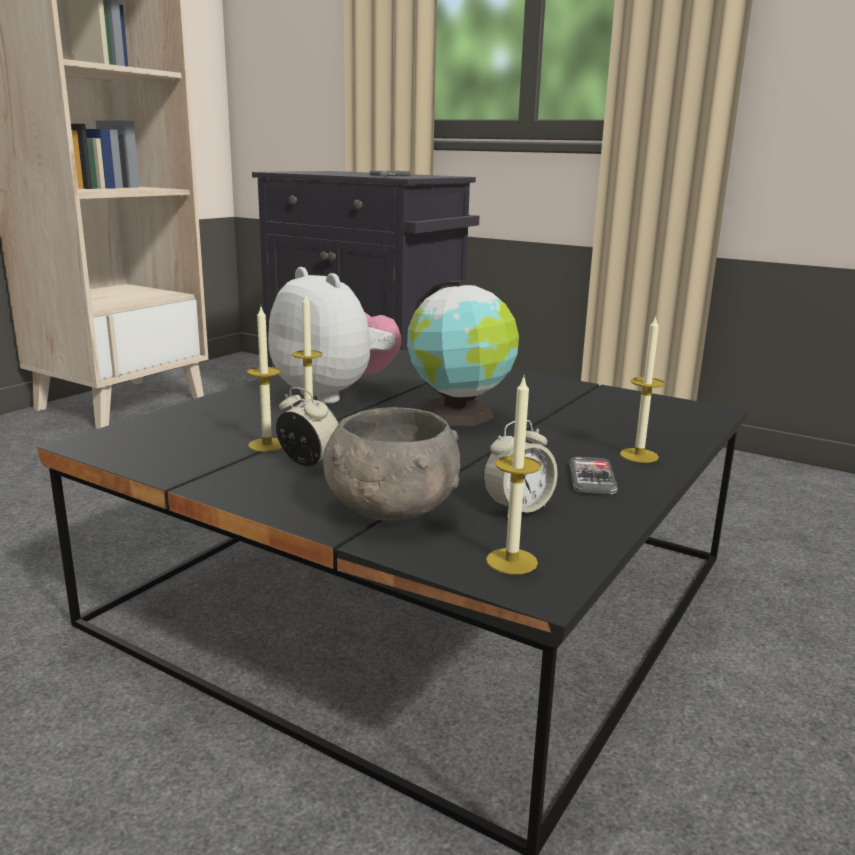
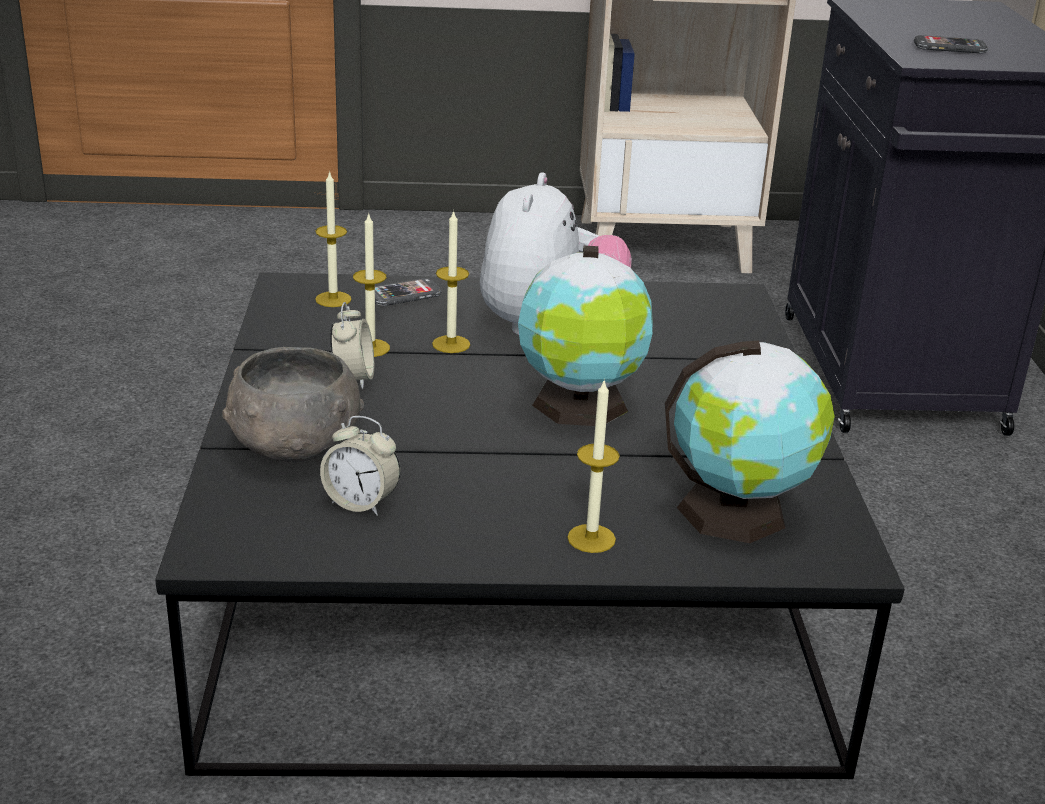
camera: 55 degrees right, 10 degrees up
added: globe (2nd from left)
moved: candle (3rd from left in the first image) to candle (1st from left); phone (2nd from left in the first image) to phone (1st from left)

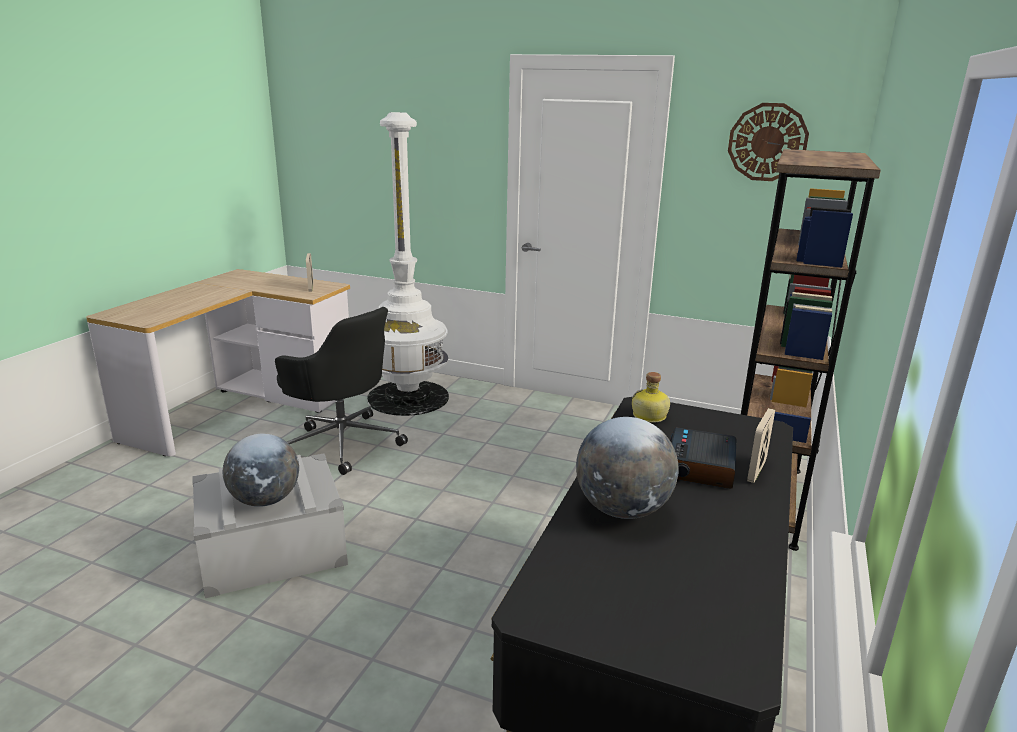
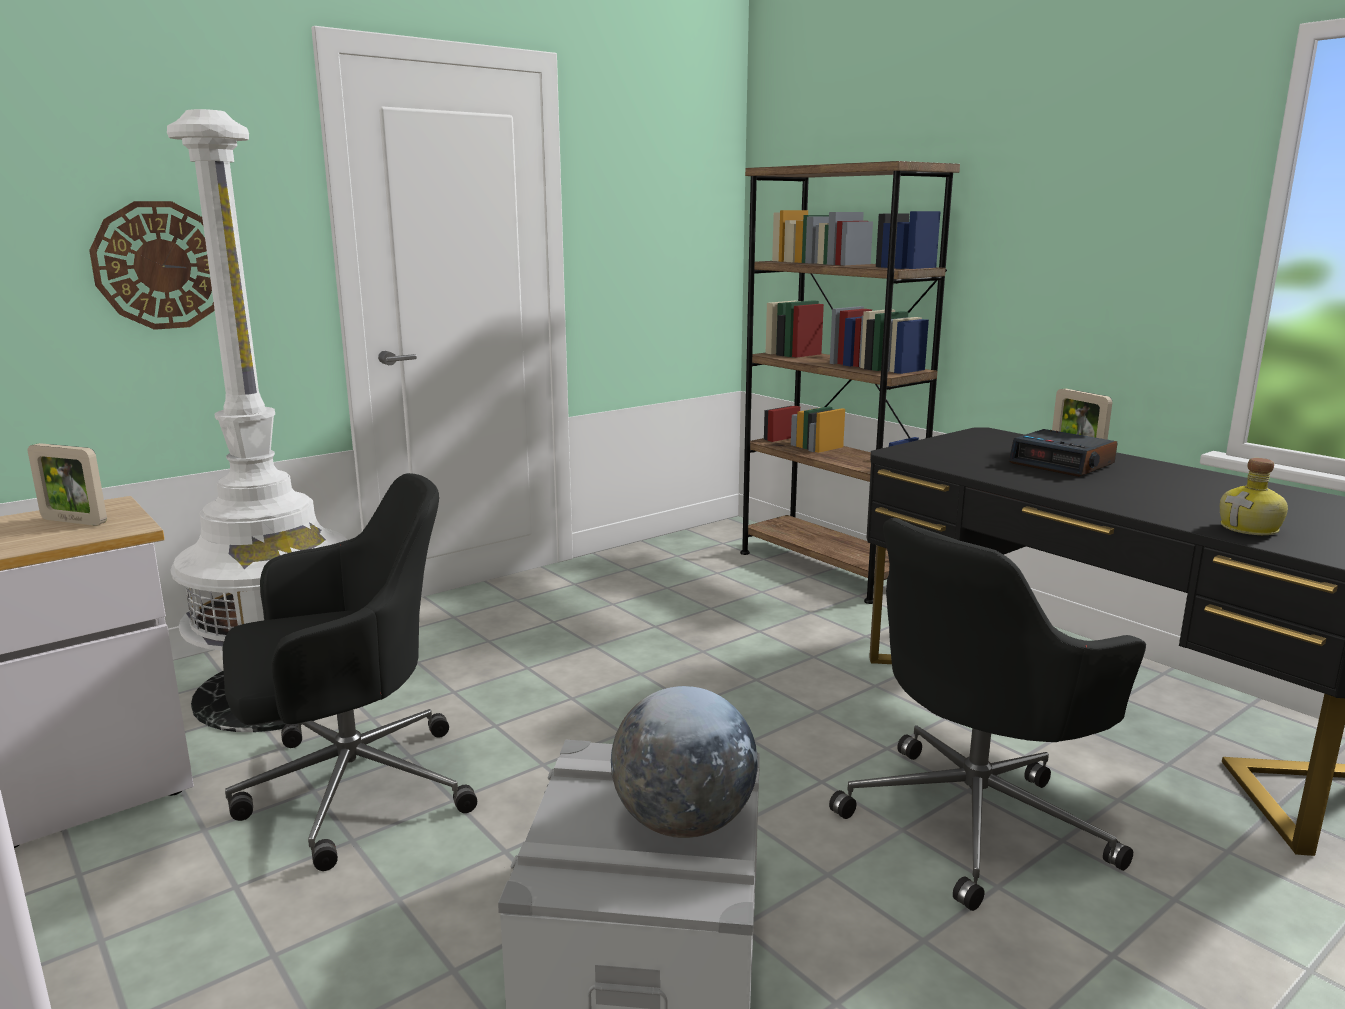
camera: 60 degrees left, 5 degrees down
removed: globe (2nd from left)
added: black office chair (2nd from left)
moved: bottle; wall clock

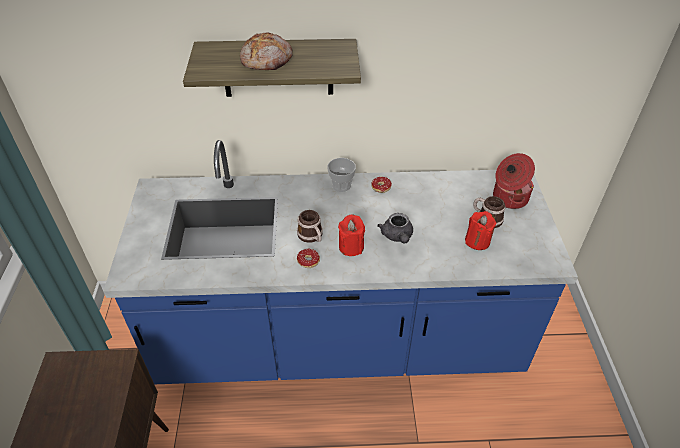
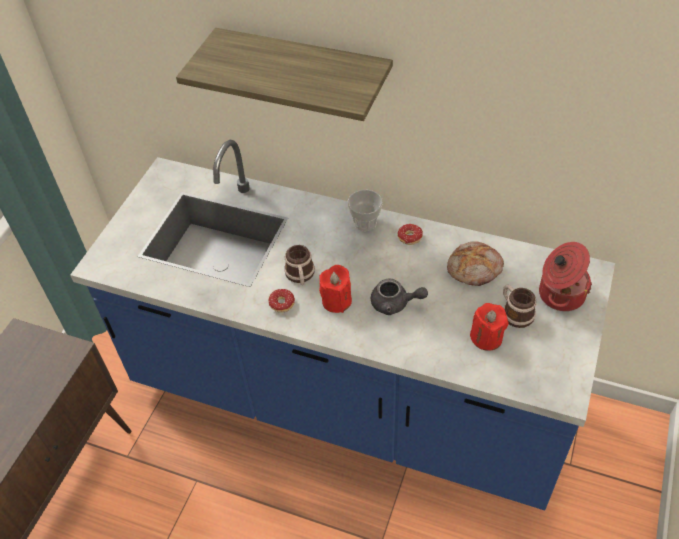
camera: 25 degrees right, 5 degrees up
moved: bread
turned: grey teapot 90 degrees counterclockwise

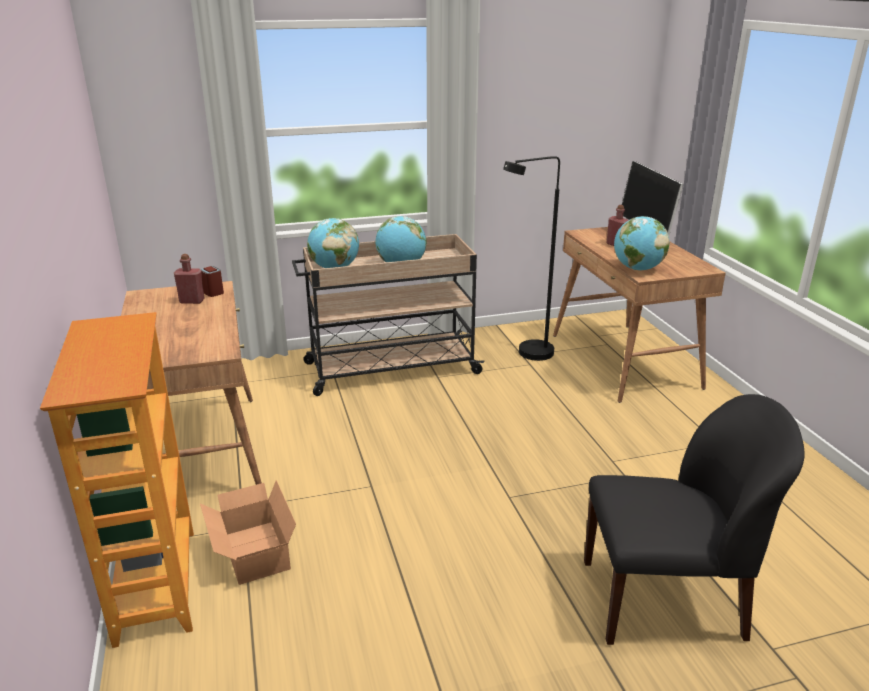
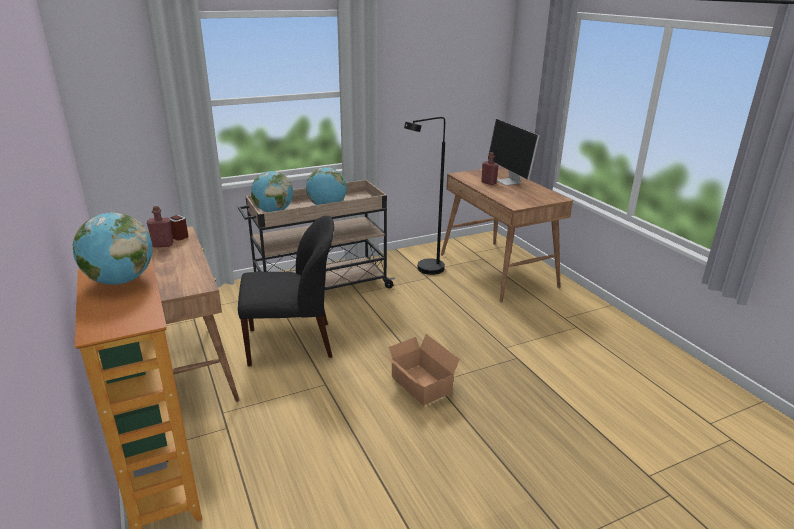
camera: 10 degrees left, 0 degrees up
moved: cardboard box; black chair; globe (3rd from left in the first image) to globe (1st from left)

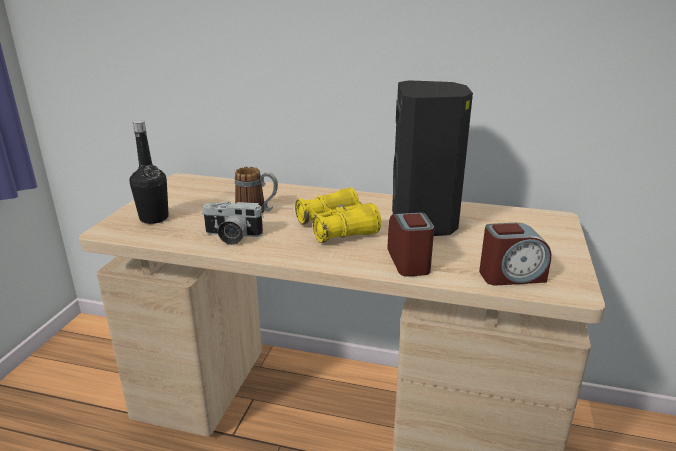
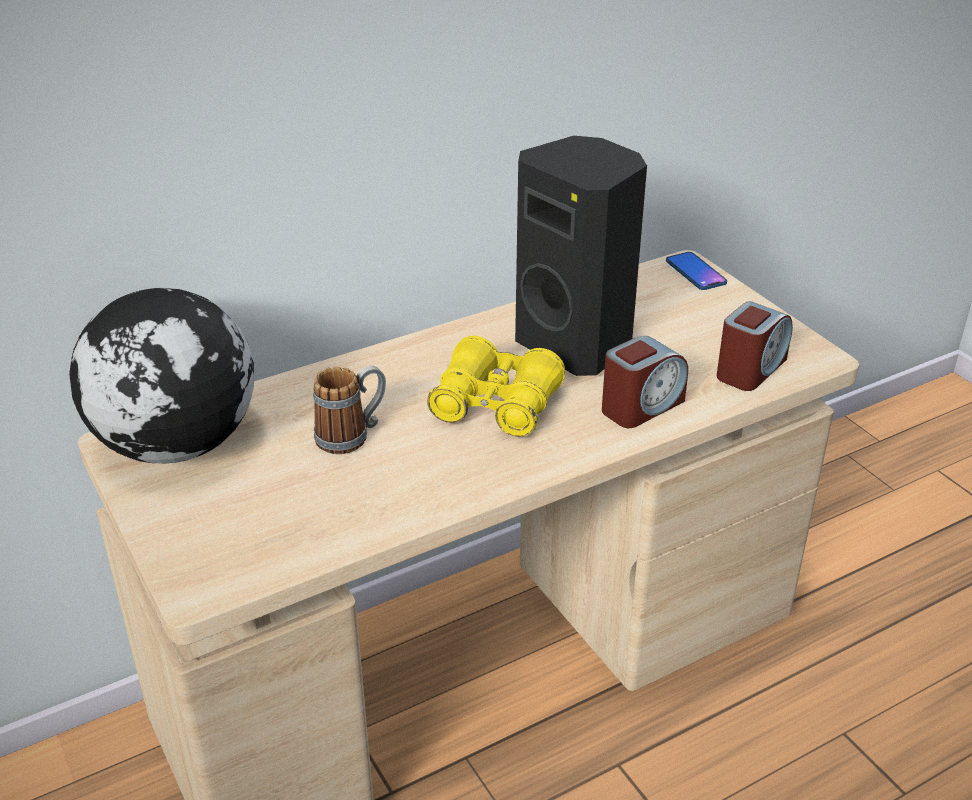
camera: 45 degrees left, 10 degrees up
removed: black bottle; photo camera
added: globe; phone
turned: alarm clock (1st from left) 105 degrees clockwise

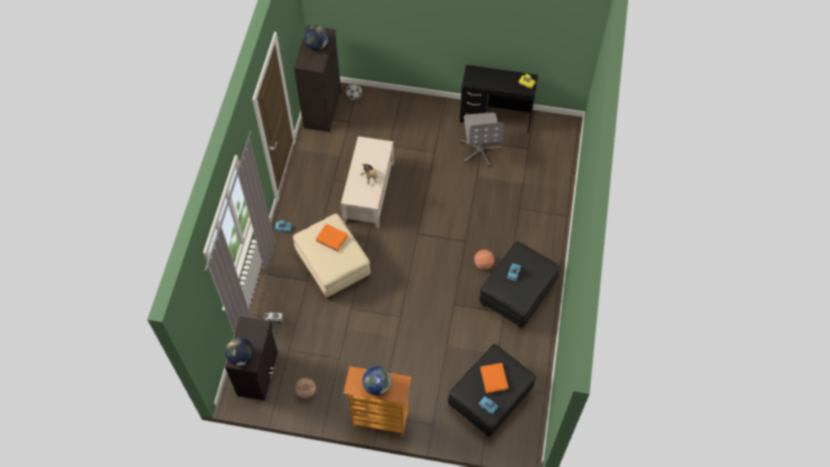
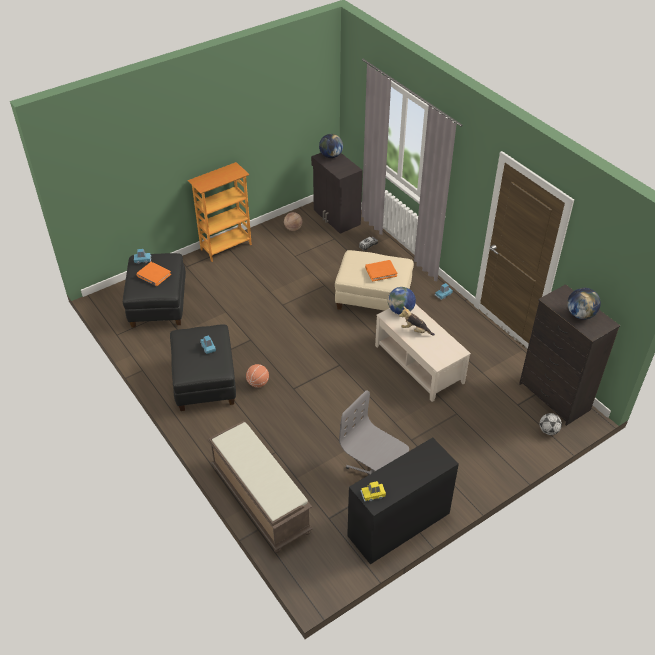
camera: 135 degrees right, 15 degrees down
added: brown bench
moved: globe (3rd from left in the first image) to globe (2nd from left)

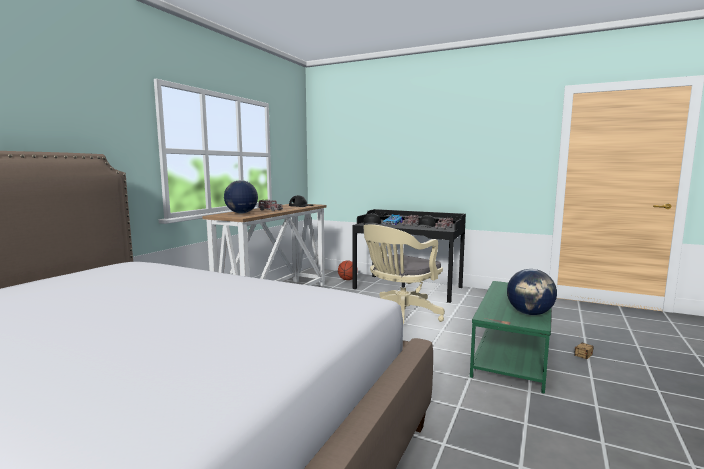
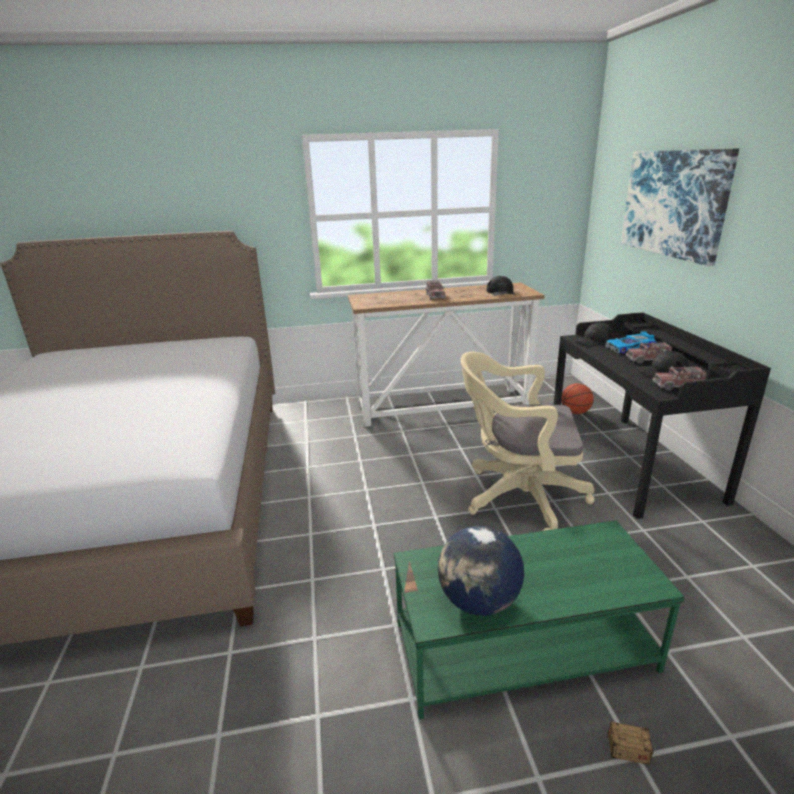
camera: 55 degrees right, 15 degrees up
removed: globe (1st from left)
added: picture

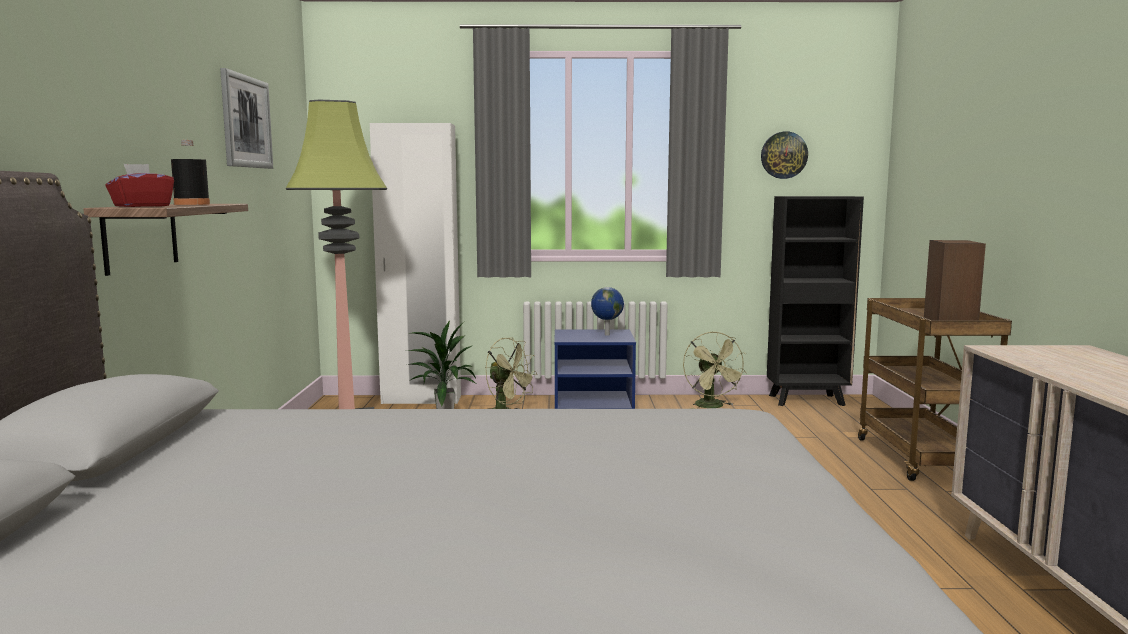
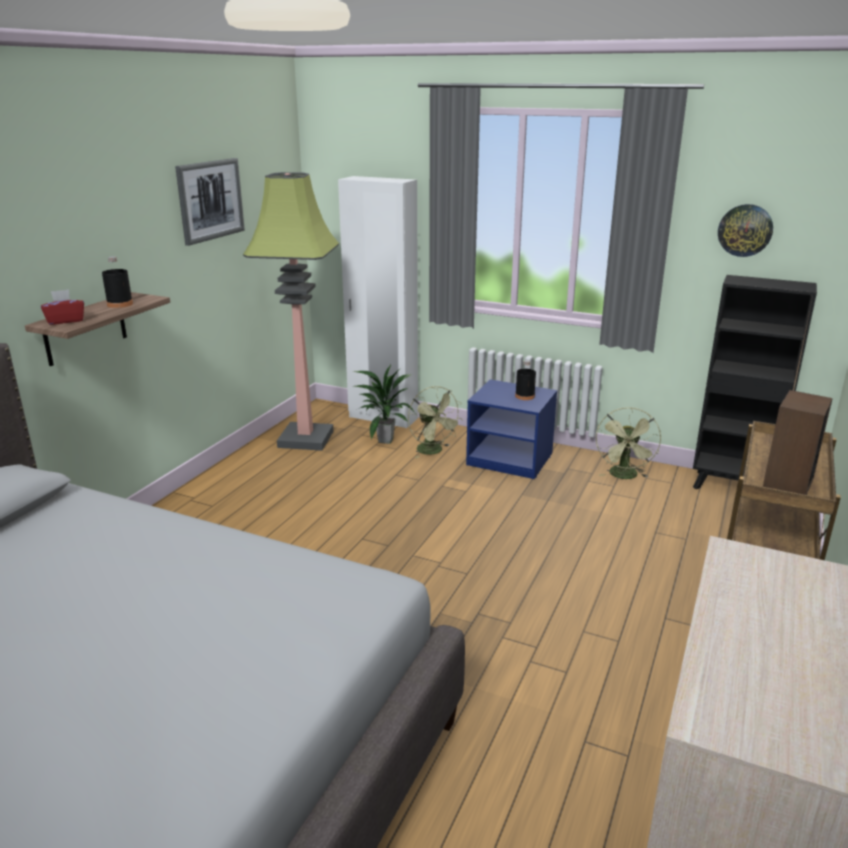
camera: 25 degrees right, 15 degrees up
replaced: globe to black bottle (2nd from left)

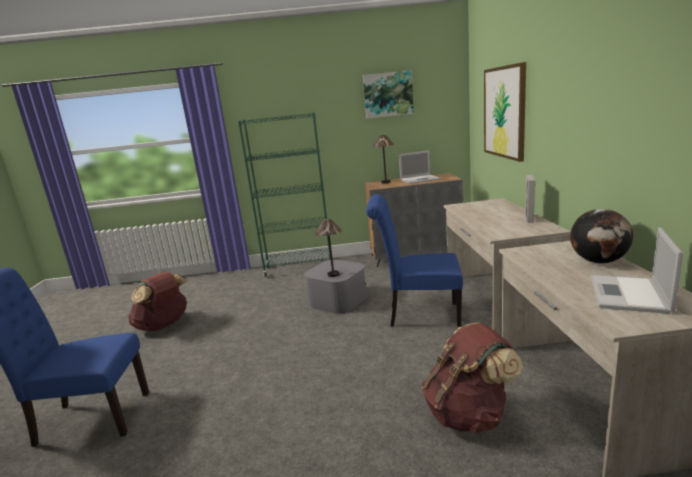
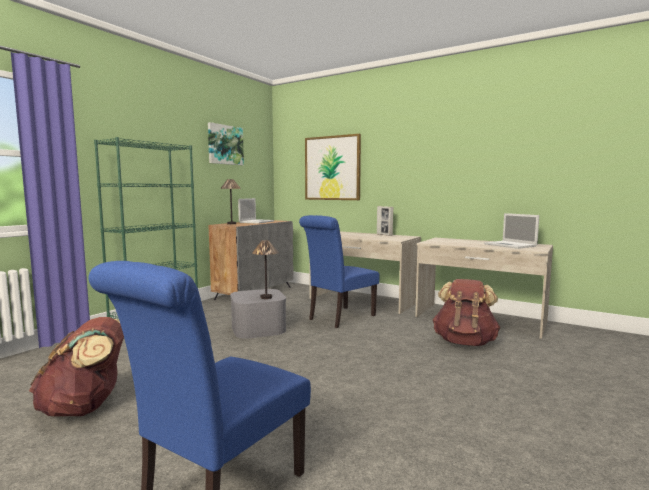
camera: 55 degrees left, 10 degrees down
removed: globe

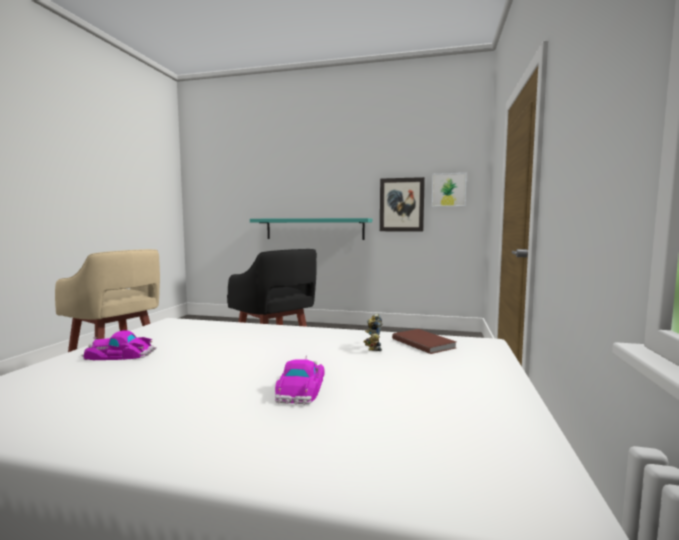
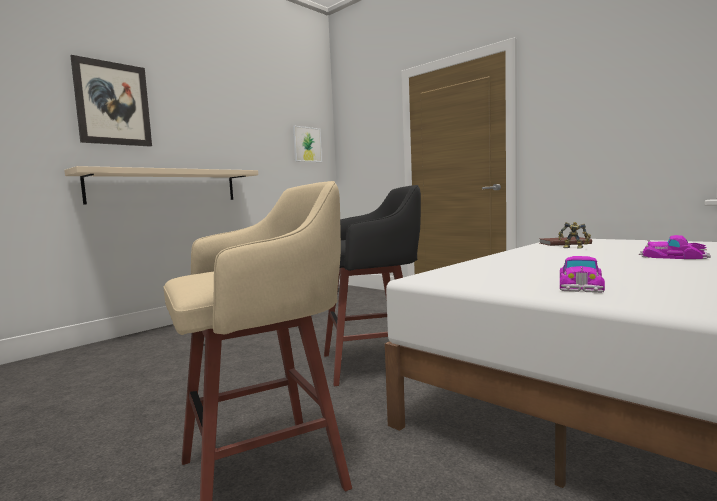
camera: 60 degrees left, 0 degrees up
moved: picture (1st from left)
recoloured: turquoise shelf to beige shelf

